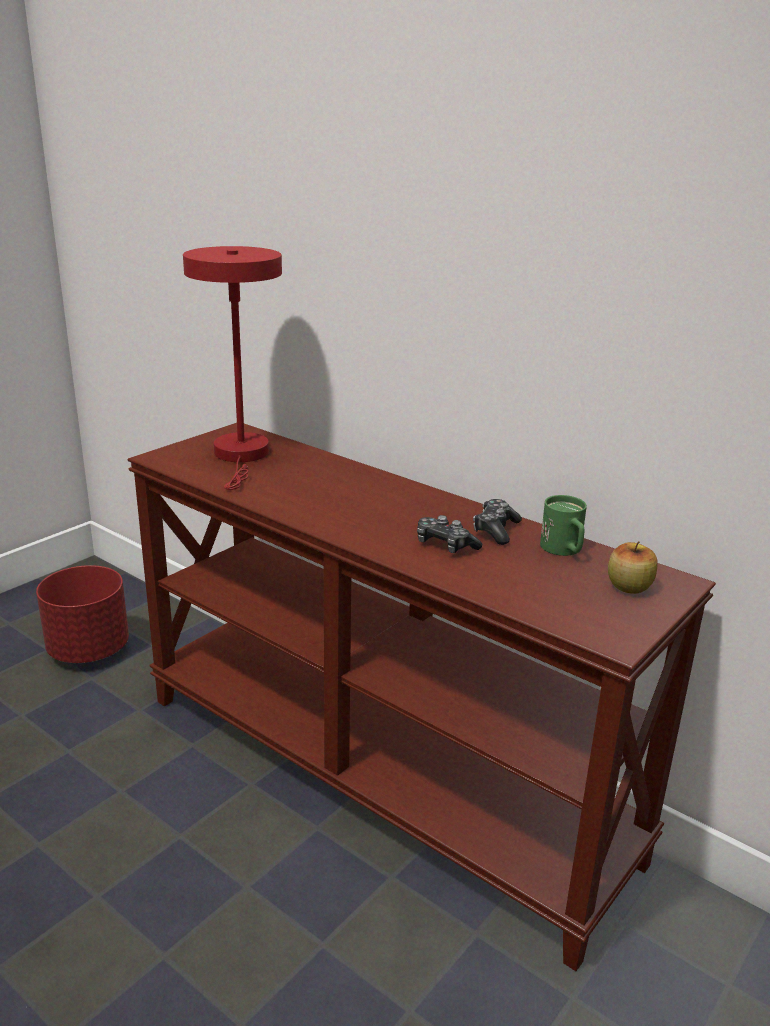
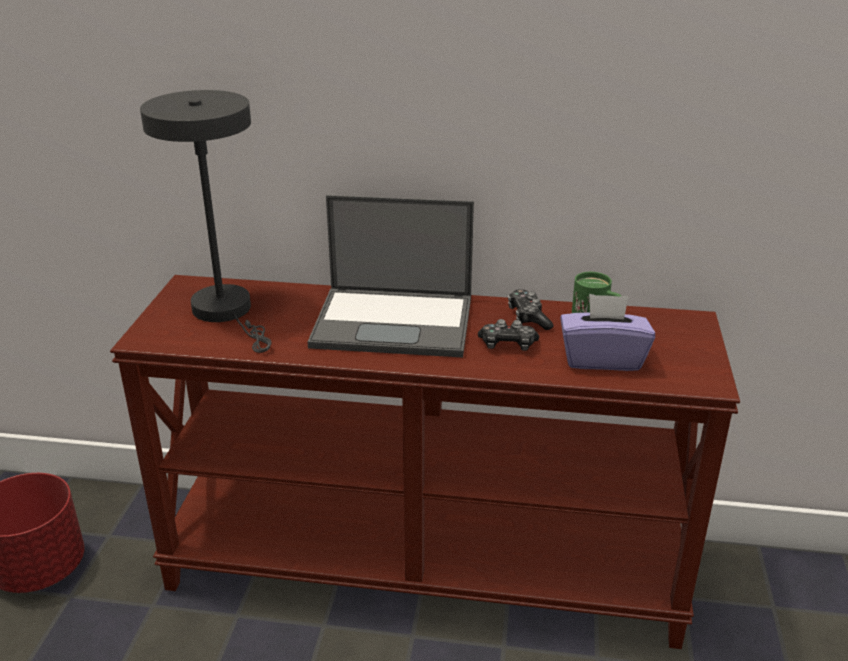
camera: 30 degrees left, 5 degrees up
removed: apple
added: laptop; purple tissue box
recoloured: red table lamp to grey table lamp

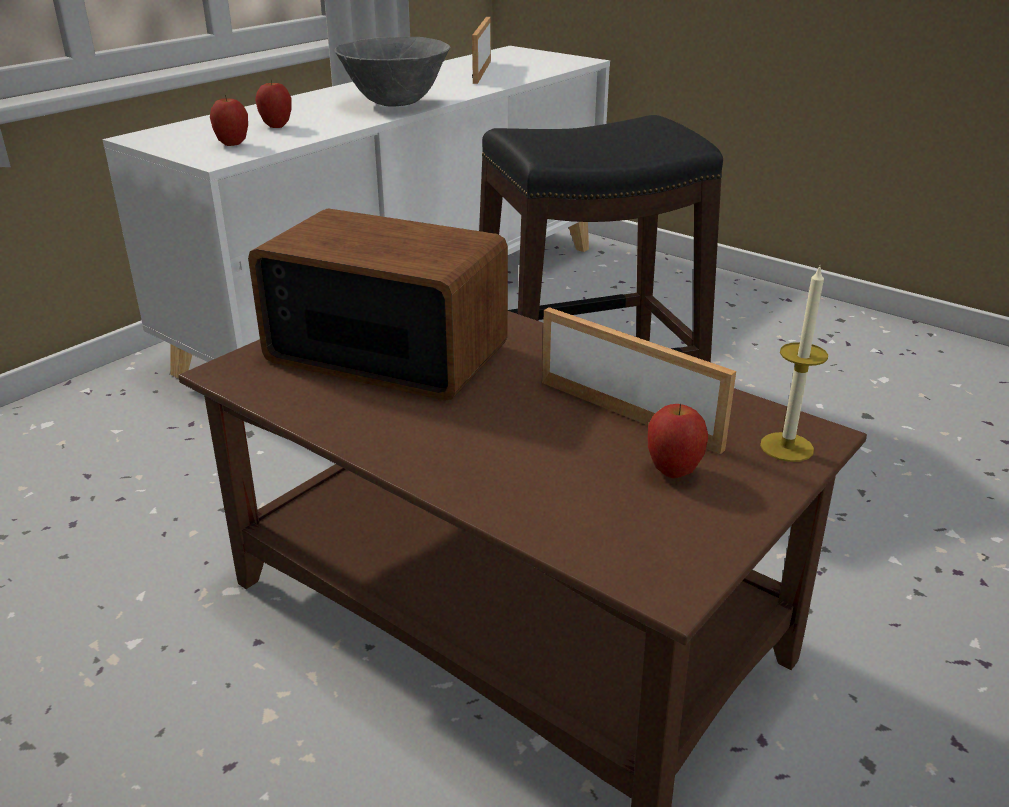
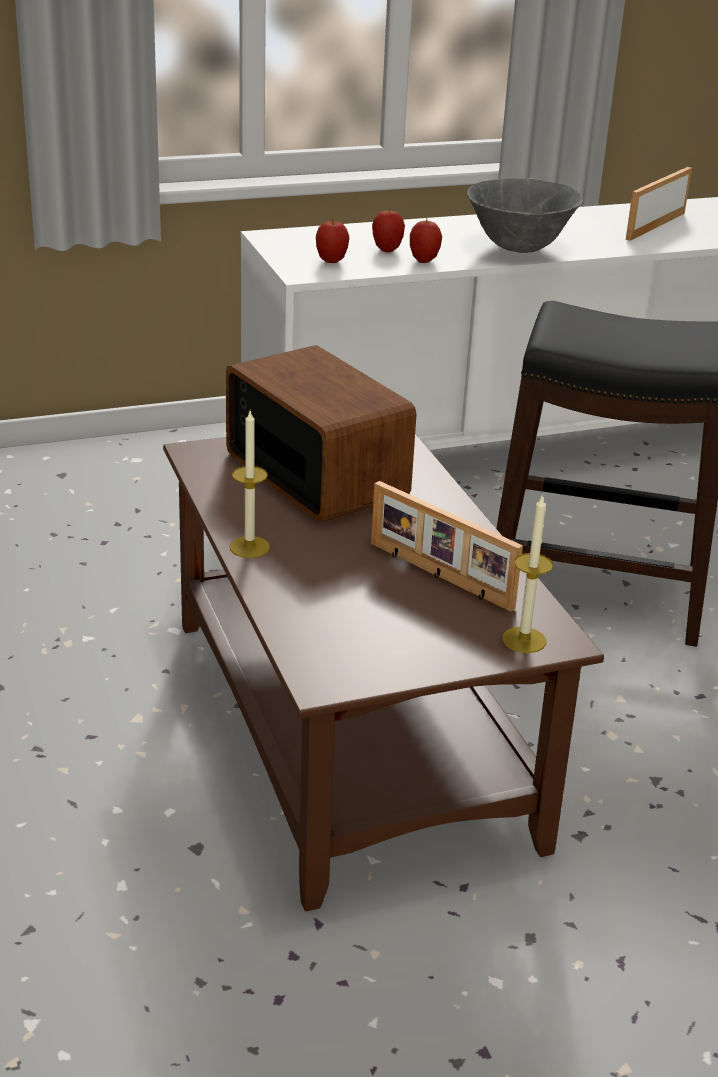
camera: 30 degrees right, 0 degrees up
added: candle (1st from left)
moved: apple (3rd from left)
turned: picture frame (2nd from left in the first image) 150 degrees clockwise

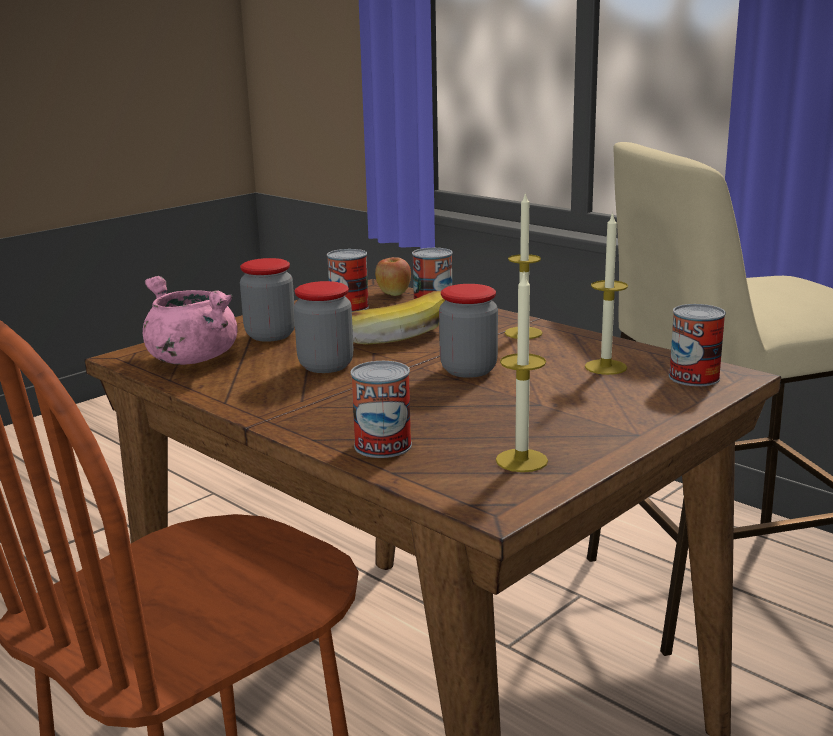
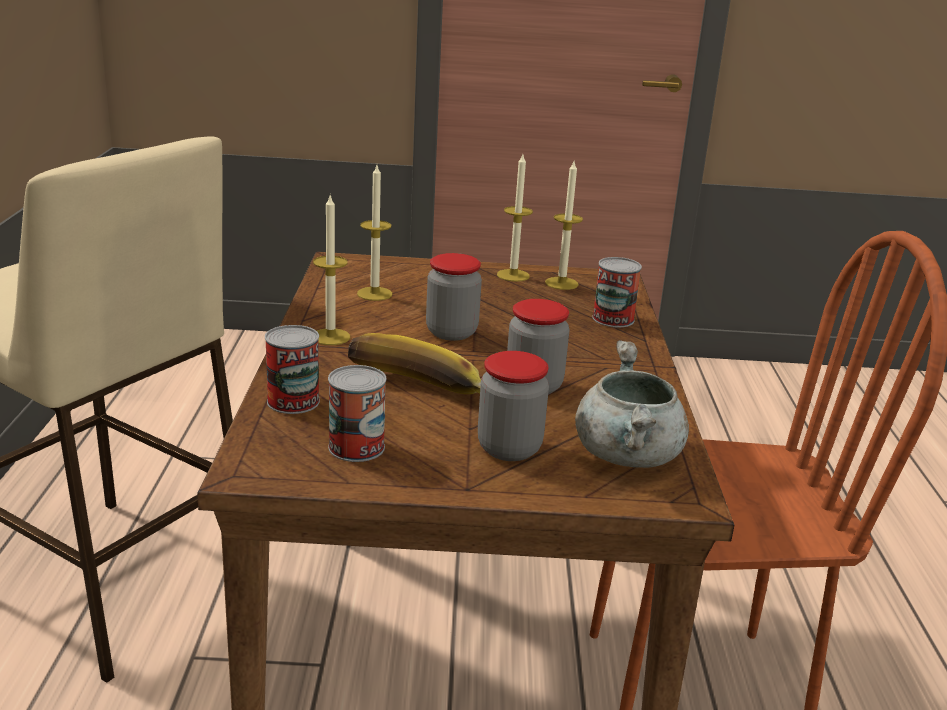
camera: 135 degrees left, 5 degrees up
removed: apple; can (4th from left)
added: candle (3rd from left)
recoloured: pink cooking pot to grey cooking pot

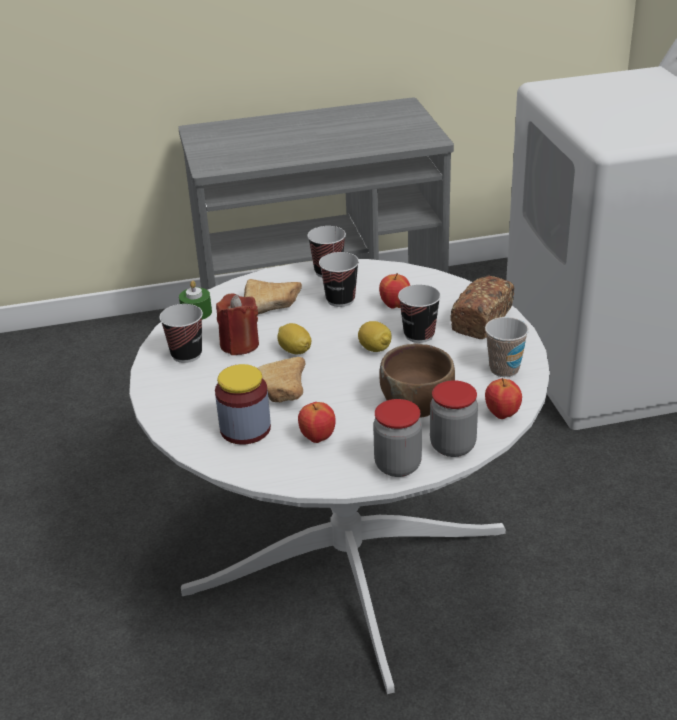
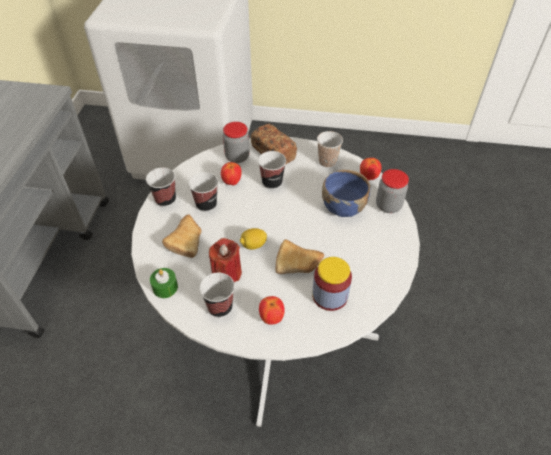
camera: 70 degrees left, 15 degrees up
removed: lemon (2nd from left)
moved: apple (1st from left in the first image) to apple (2nd from left); jar (2nd from left in the first image) to jar (1st from left)
recoloured: brown bowl to blue bowl

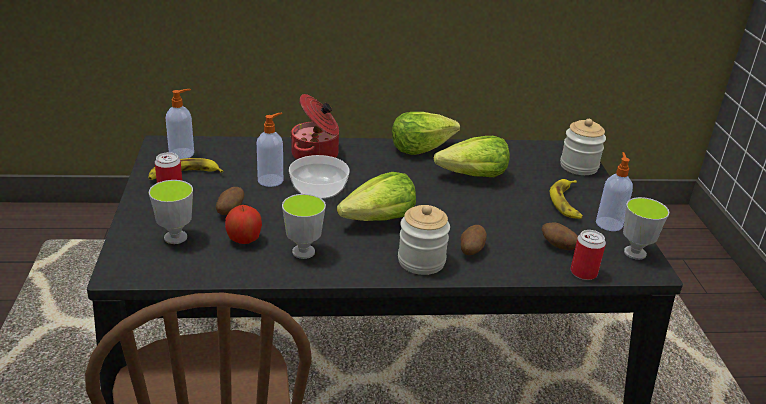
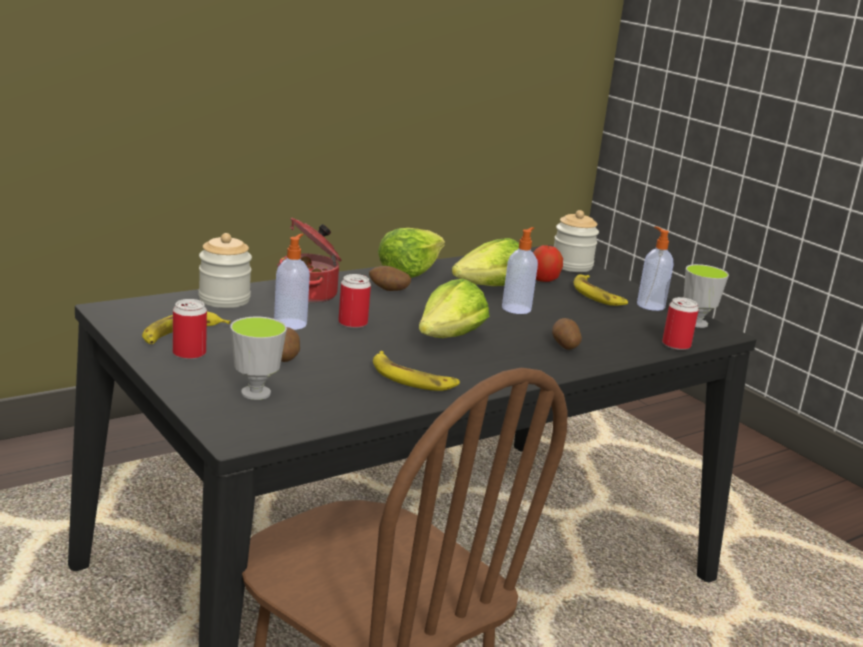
camera: 30 degrees left, 10 degrees down
moved: soap dispenser (1st from left in the first image) to soap dispenser (2nd from left); apple; jar (1st from left); potato (3rd from left in the first image) to potato (2nd from left)
replaced: cup (2nd from left) to banana (2nd from left); bowl to can (2nd from left)

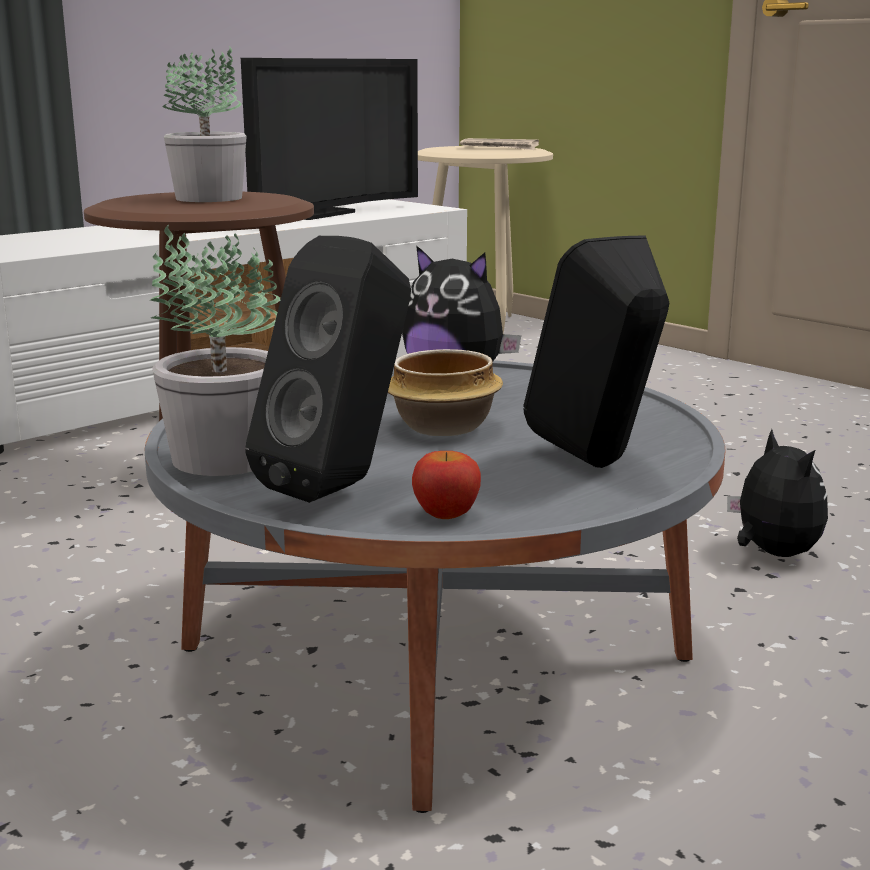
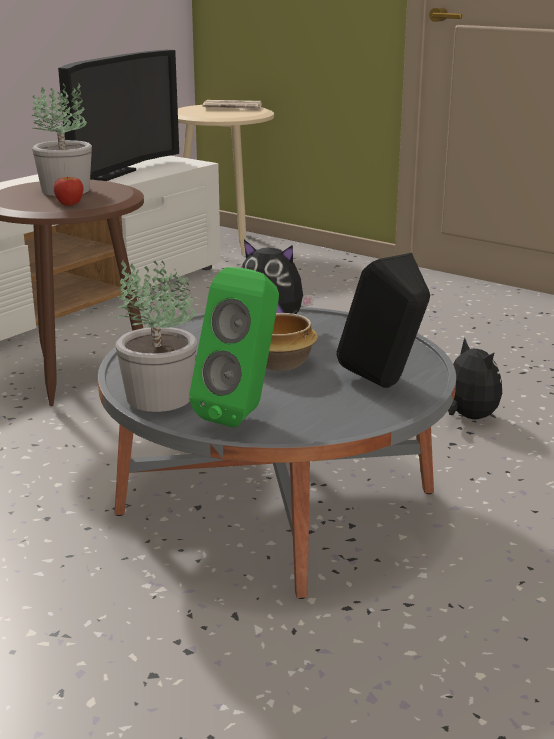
camera: 10 degrees left, 5 degrees up
moved: apple
recoloured: black speaker (1st from left) to green speaker

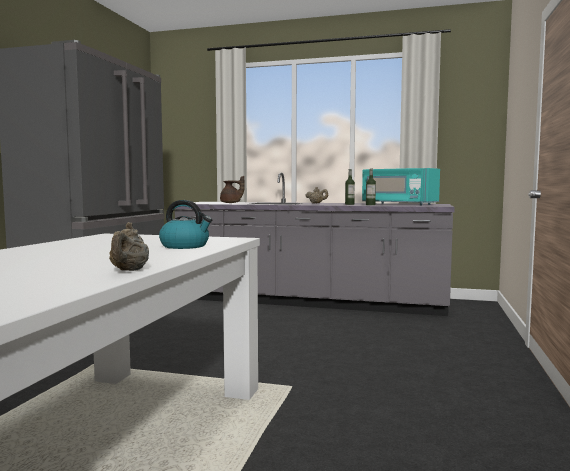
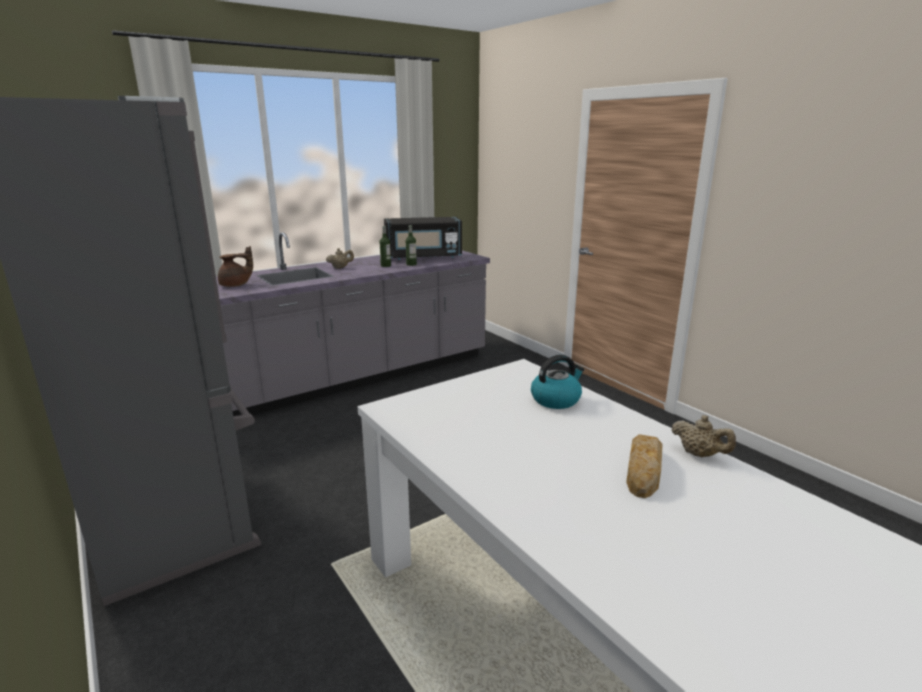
camera: 50 degrees left, 15 degrees up
added: bread
recoloured: turquoise microwave to black microwave

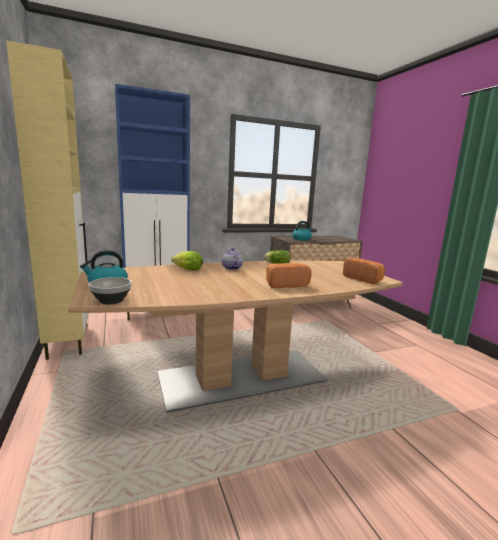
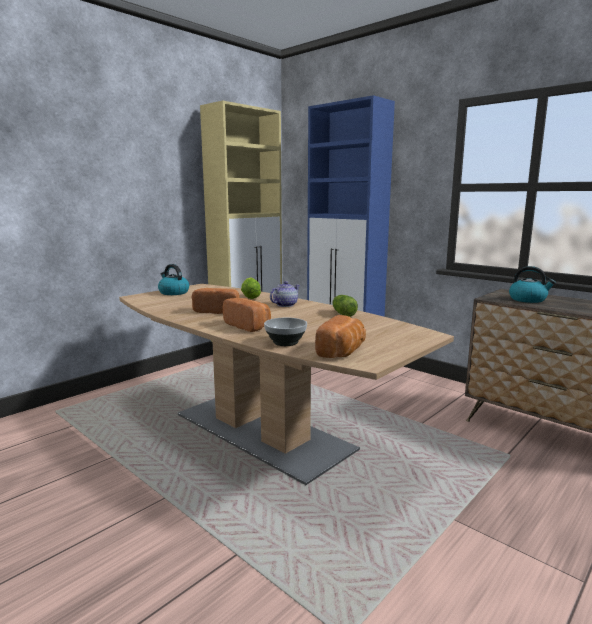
camera: 65 degrees right, 0 degrees up
added: bread (1st from left)
moved: bowl

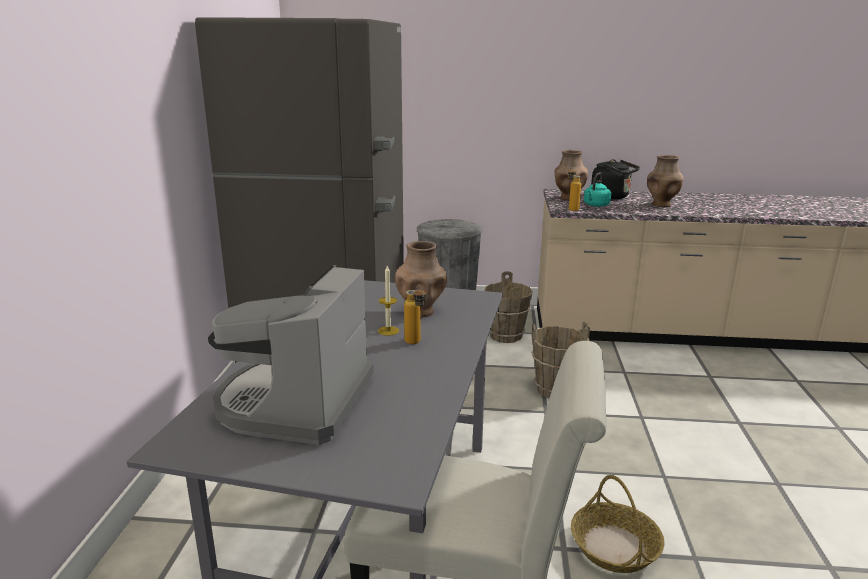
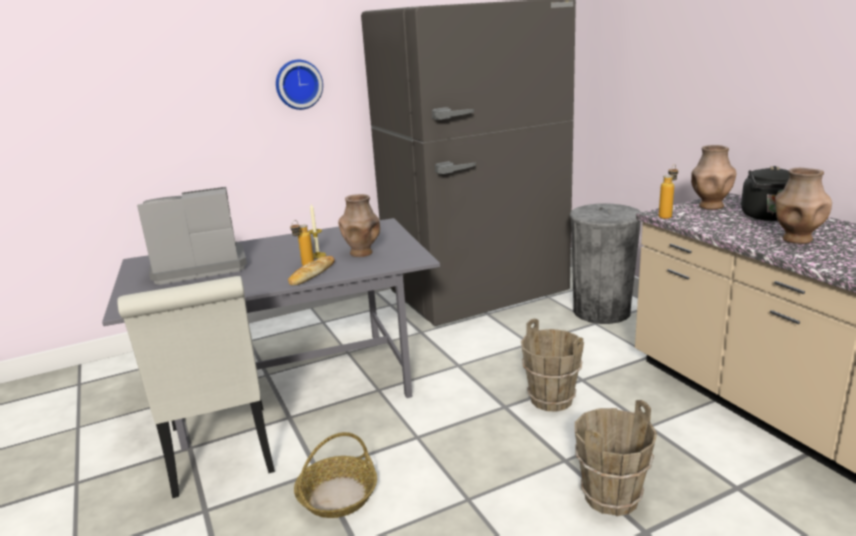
camera: 60 degrees right, 0 degrees up
removed: turquoise kettle
added: wall clock; bread
moved: brown bucket (1st from left in the first image) to brown bucket (2nd from left)

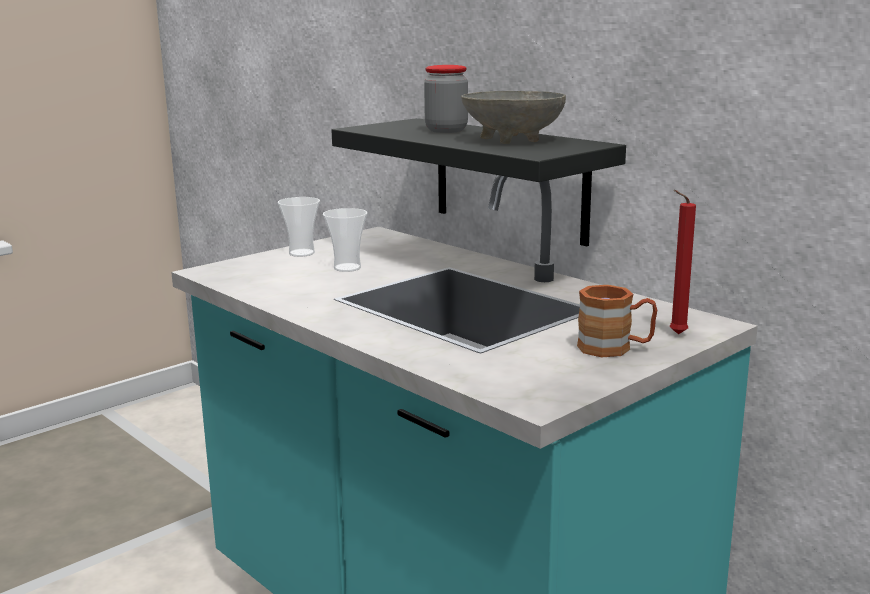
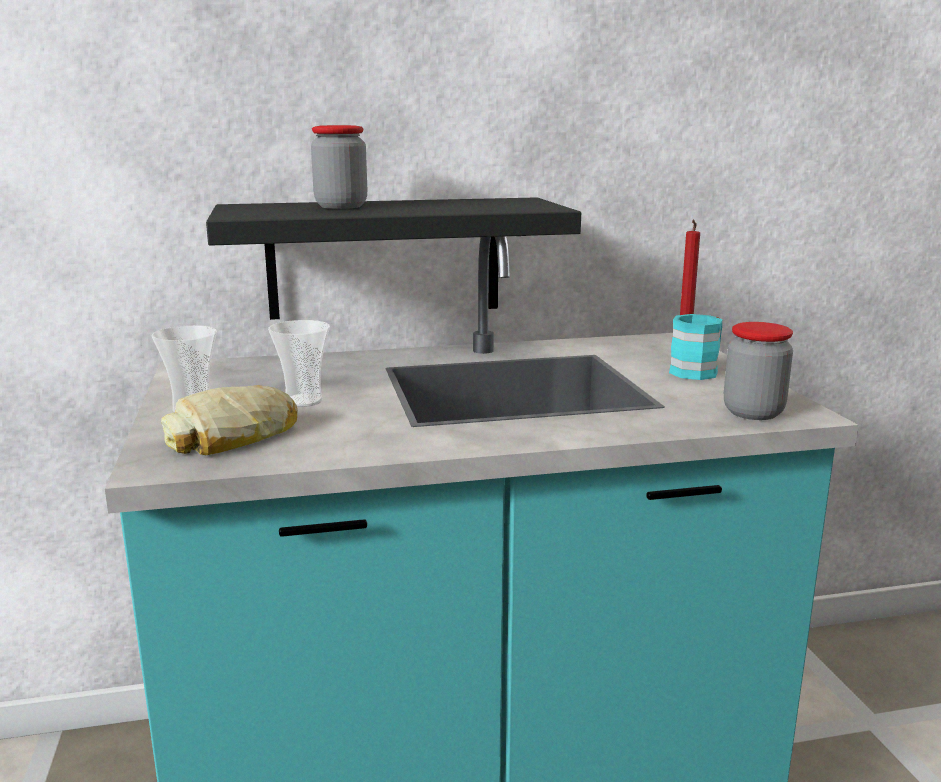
camera: 60 degrees left, 0 degrees up
removed: grey bowl
added: bread; jar (2nd from left)
recoloured: brown mug to turquoise mug

